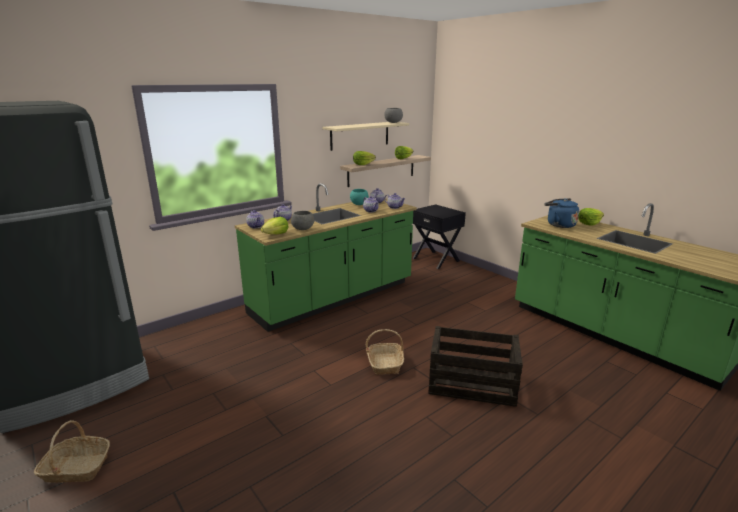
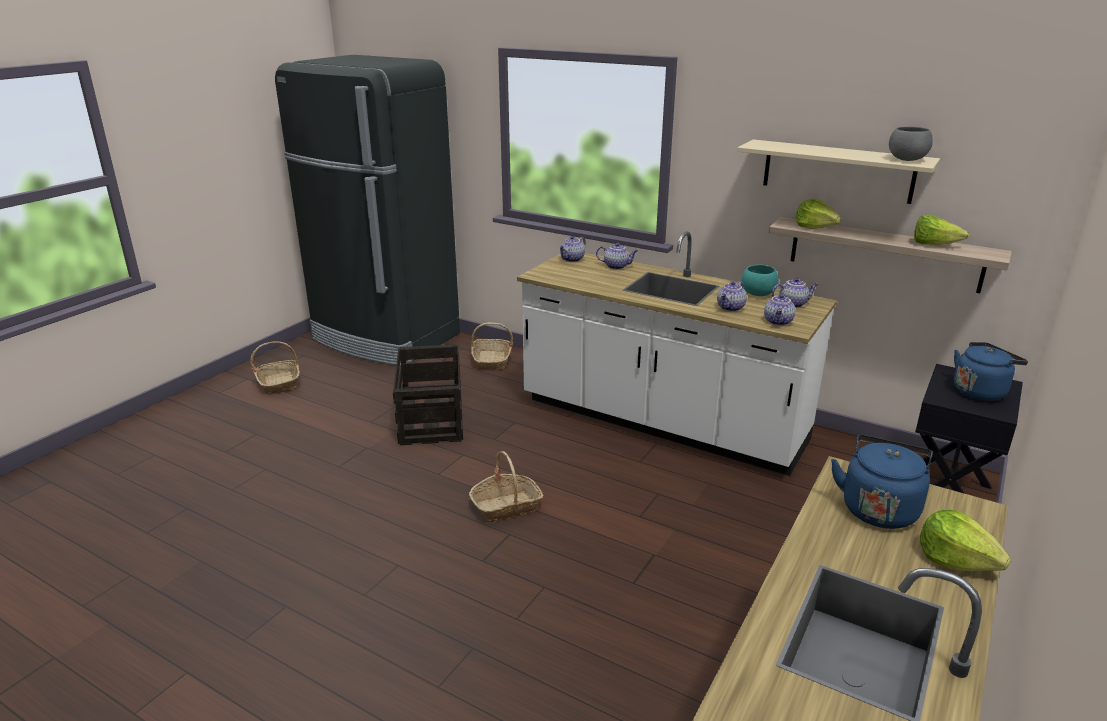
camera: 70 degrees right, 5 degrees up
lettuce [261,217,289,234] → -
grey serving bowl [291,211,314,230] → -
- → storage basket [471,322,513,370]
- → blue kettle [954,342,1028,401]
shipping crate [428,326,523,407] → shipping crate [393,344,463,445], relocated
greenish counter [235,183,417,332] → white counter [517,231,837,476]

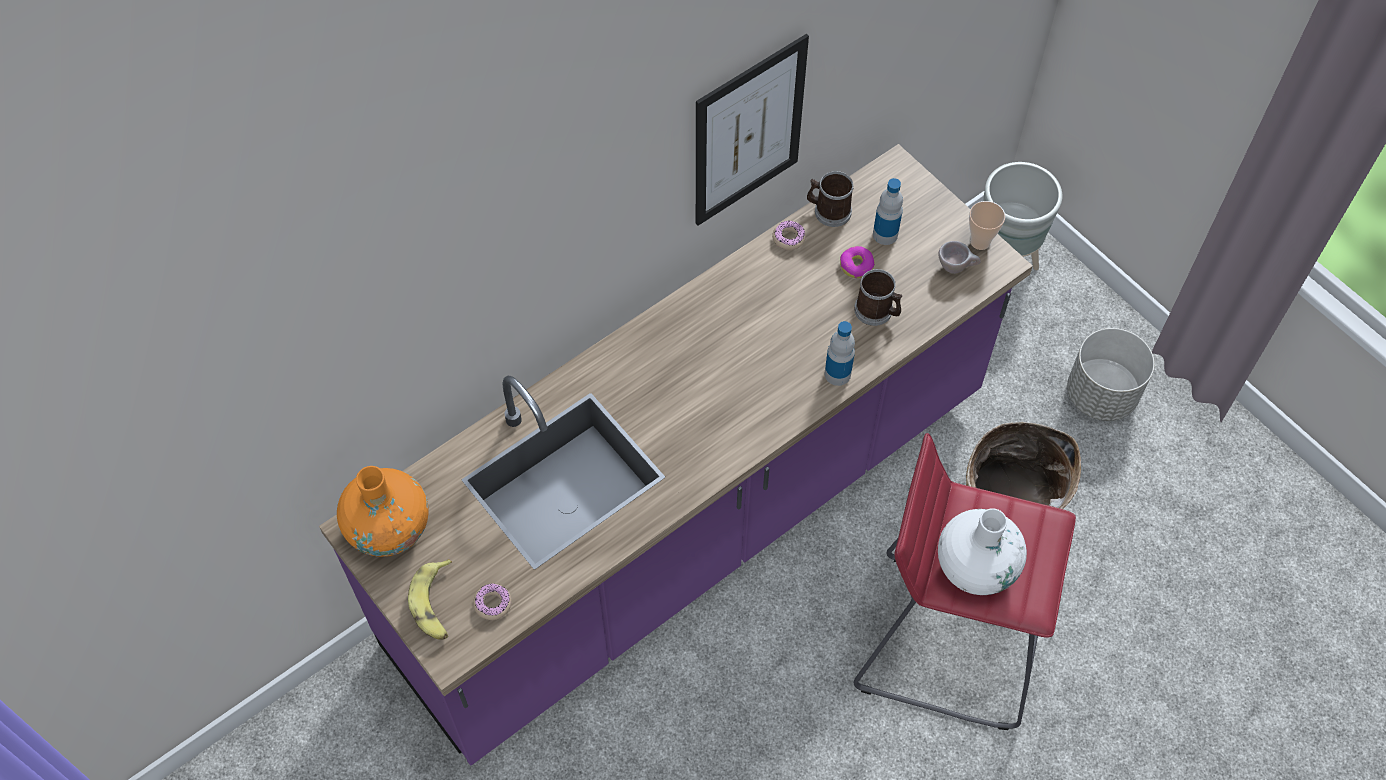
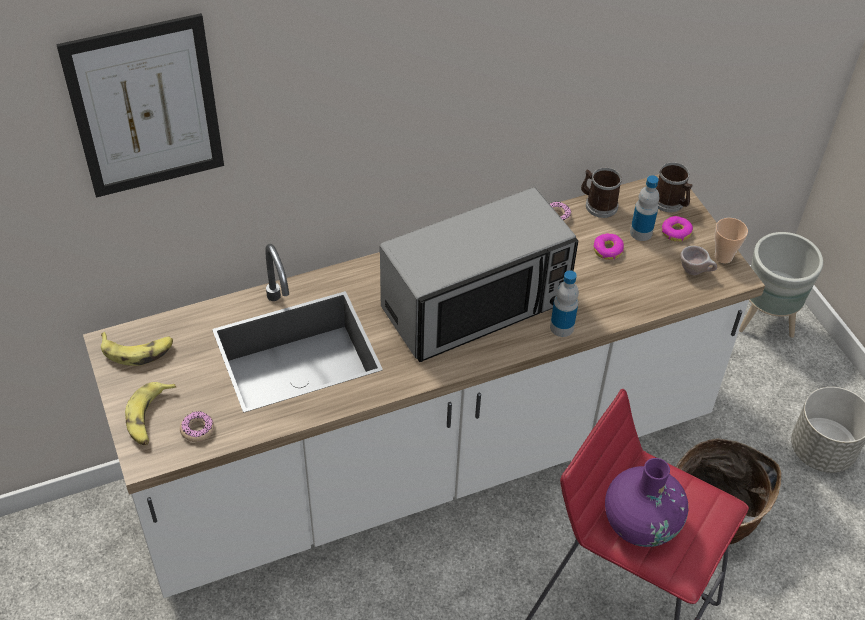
camera: 15 degrees right, 10 degrees down
- → microwave [380,187,578,362]
- → donut [662,216,693,242]
wall picture [696,34,809,226] → wall picture [57,13,224,197], relocated
tea mug [854,269,902,326] → tea mug [656,162,692,212], relocated
orange flower vase [337,466,429,557] → banana fruit [101,332,173,366]
purplish counter [319,144,1033,765] → white counter [83,174,765,598]
white flower vase [938,508,1027,595] → purplish flower vase [605,458,688,547]

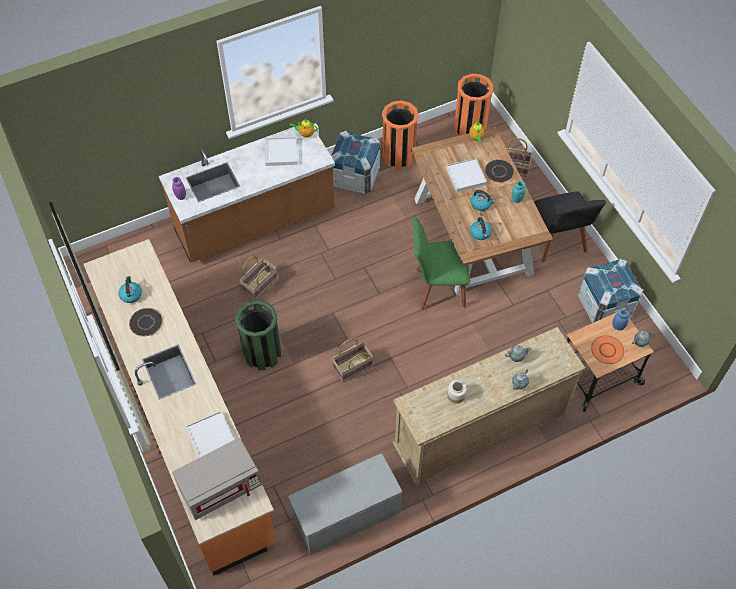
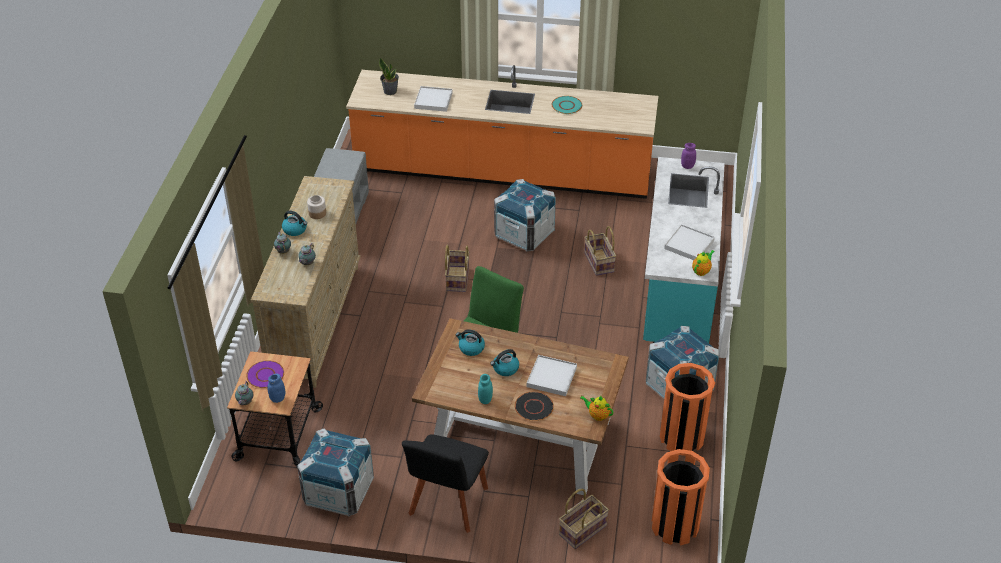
camera: 125 degrees right, 15 degrees down
kettle [119,276,142,303] → kettle [282,211,307,236], relocated
grey microwave [172,438,262,520] → houseplant [379,58,399,95]
greenish rubbish bin [235,300,281,370] → shipping crate [494,179,556,251]
black-coloured plate [129,308,163,337] → turquoise plate [552,96,582,114]
brownish counter [159,125,335,263] → turquoise counter [643,157,725,343]
orange plate [591,335,624,364] → purplish plate [246,360,284,388]
black-coloured upright chair [534,191,606,262] → black-coloured upright chair [402,434,489,533], 90 degrees counterclockwise

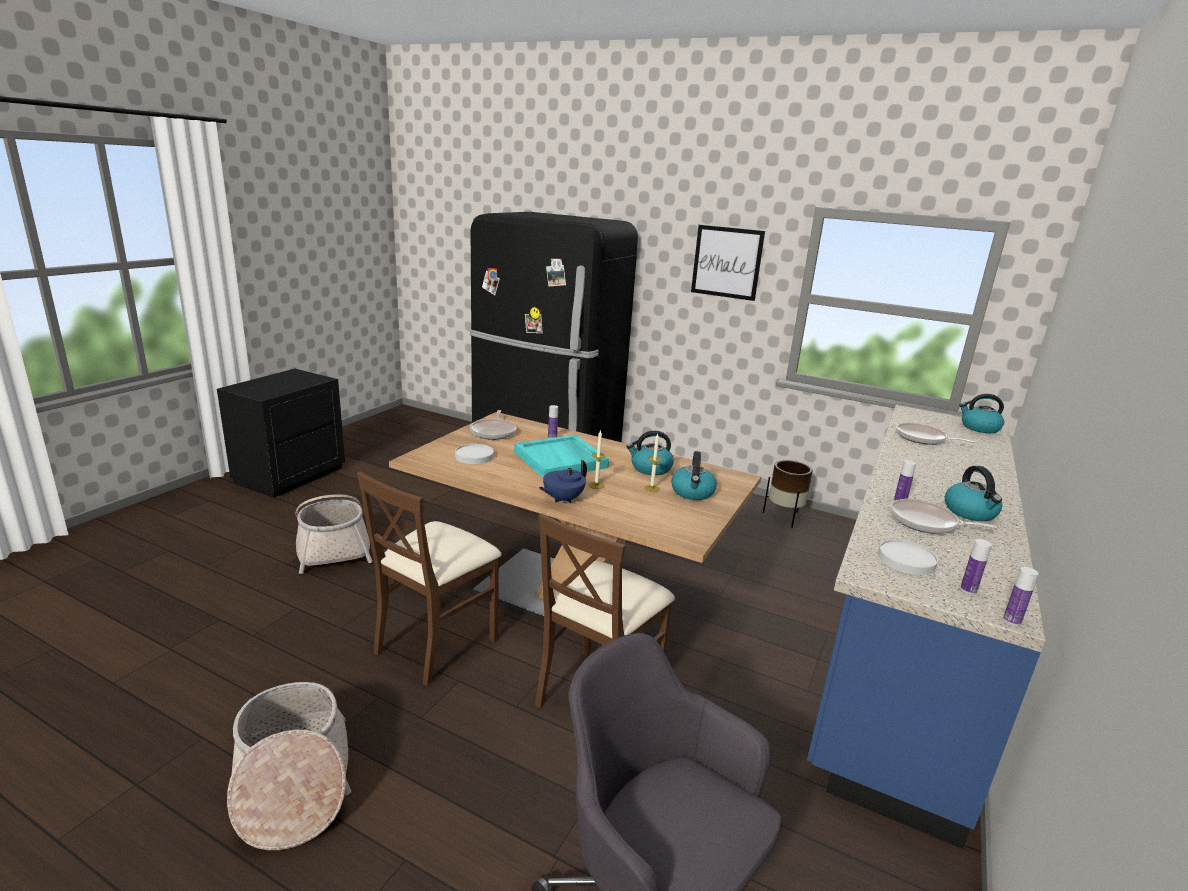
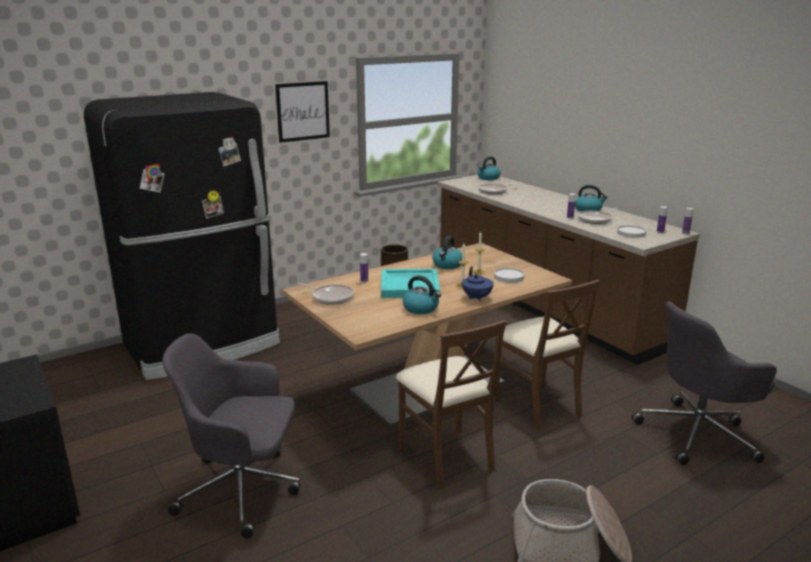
camera: 60 degrees left, 0 degrees up
white plate [455,444,494,464] → white plate [494,268,524,283], relocated
kettle [671,451,717,500] → kettle [403,275,441,314], relocated
storage basket [296,494,373,574] → grey office chair [162,333,300,538]
blue counter [807,405,1046,849] → brownish counter [438,175,700,365]

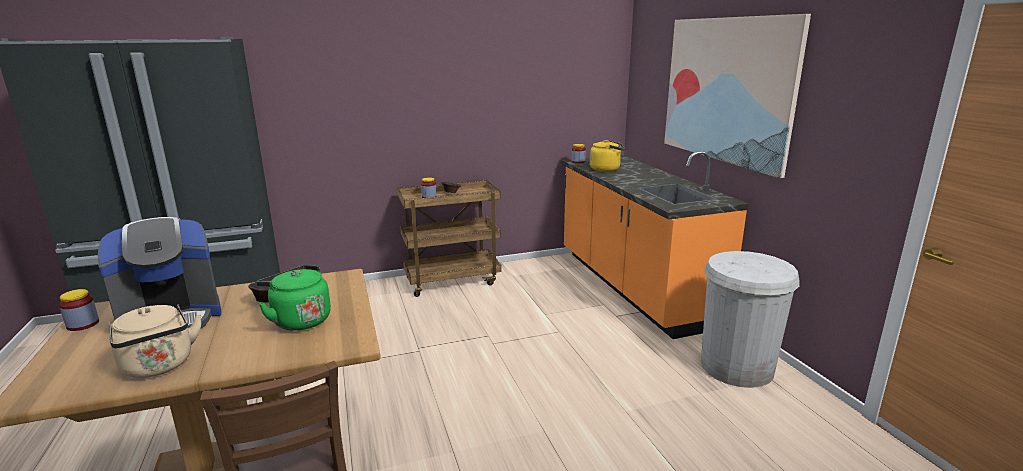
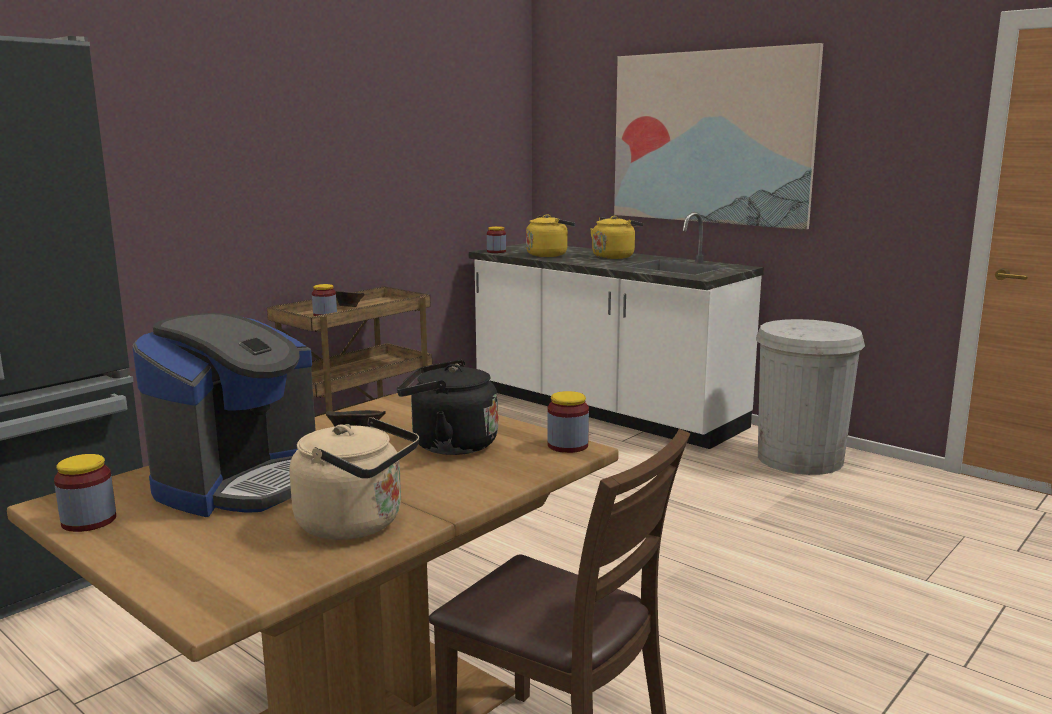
camera: 30 degrees left, 5 degrees down
- → storage jar [547,391,589,453]
- → yellow-coloured kettle [590,216,643,259]
greenish kettle [256,265,331,331] → black-coloured kettle [397,360,498,455]
orange counter [561,151,749,339] → white counter [469,212,764,449]

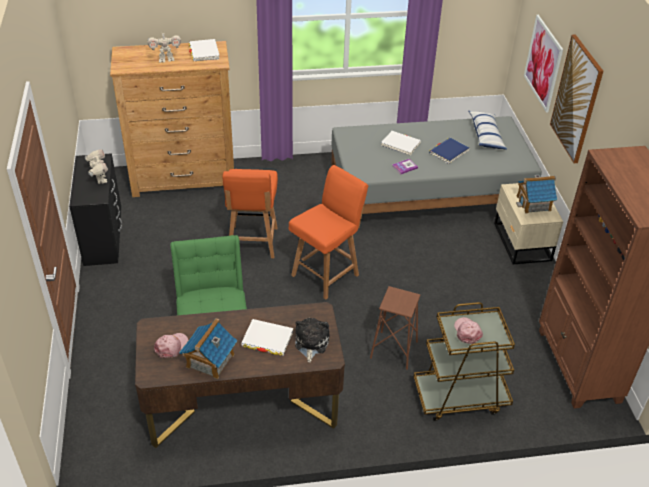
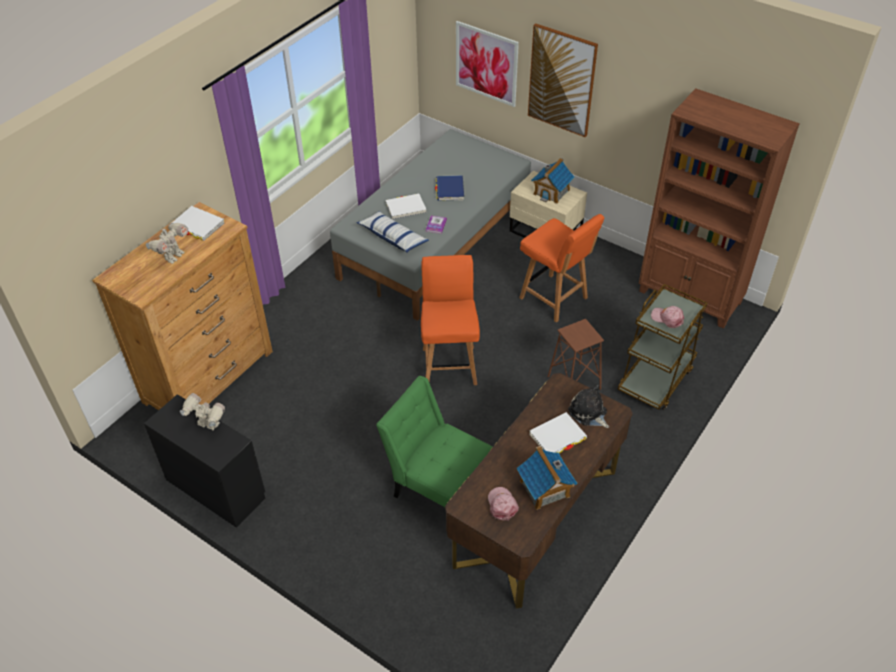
camera: 45 degrees left, 5 degrees up
orange upright chair [222,169,278,258] → orange upright chair [519,214,604,323], relocated
throw pillow [468,111,507,150] → throw pillow [357,211,429,252], relocated

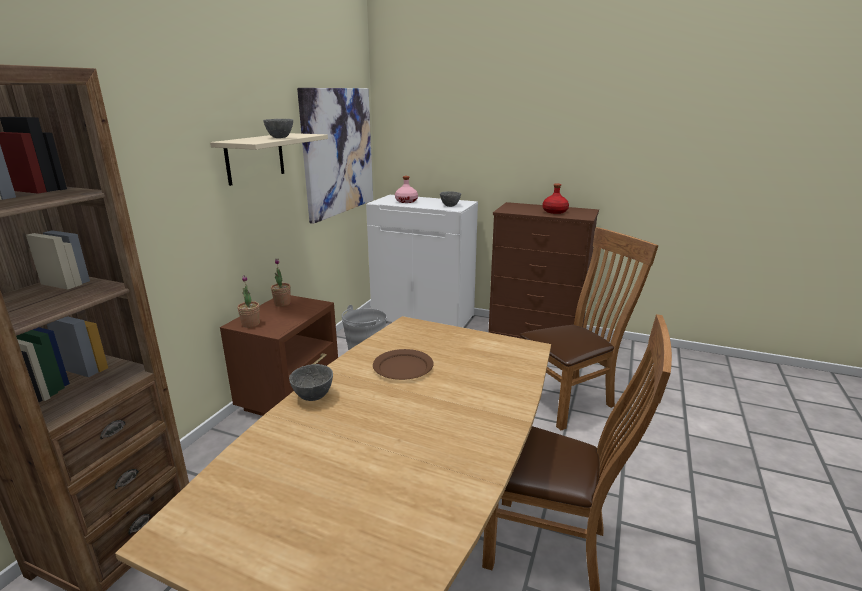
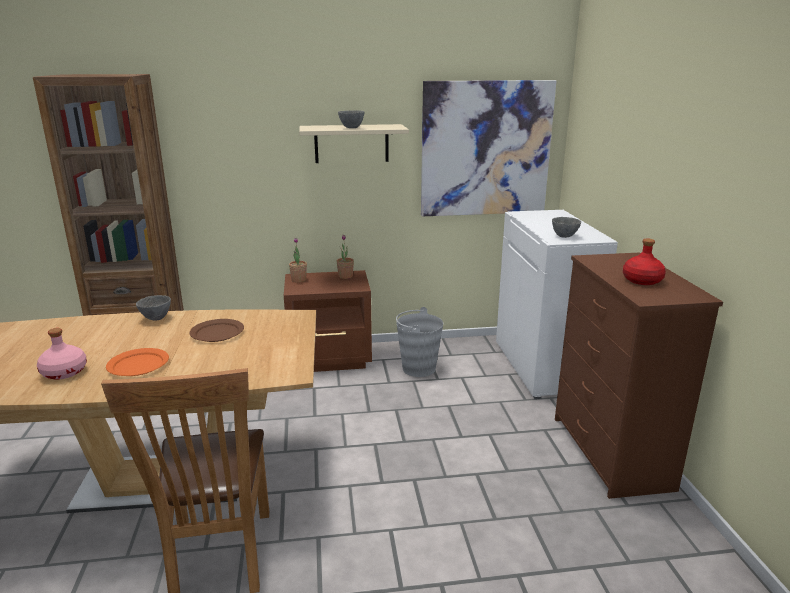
camera: 60 degrees right, 0 degrees up
brownish upright chair [520,227,659,430] → -
- → orange plate [106,348,169,376]
pinkish drink bottle [395,176,418,203] → pinkish drink bottle [37,328,87,380], relocated

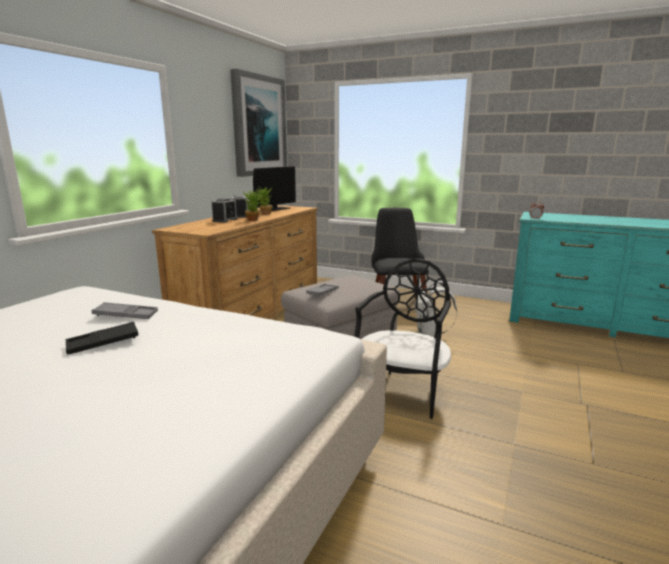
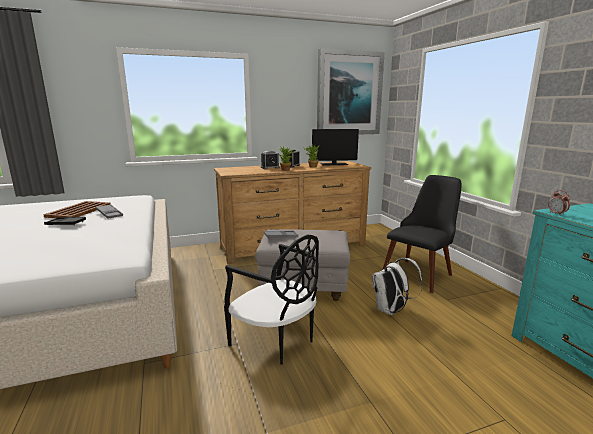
camera: 45 degrees right, 0 degrees up
- → brownish tray [43,201,111,218]
black-coloured upright chair [354,258,451,419] → black-coloured upright chair [224,235,319,365], 60 degrees clockwise

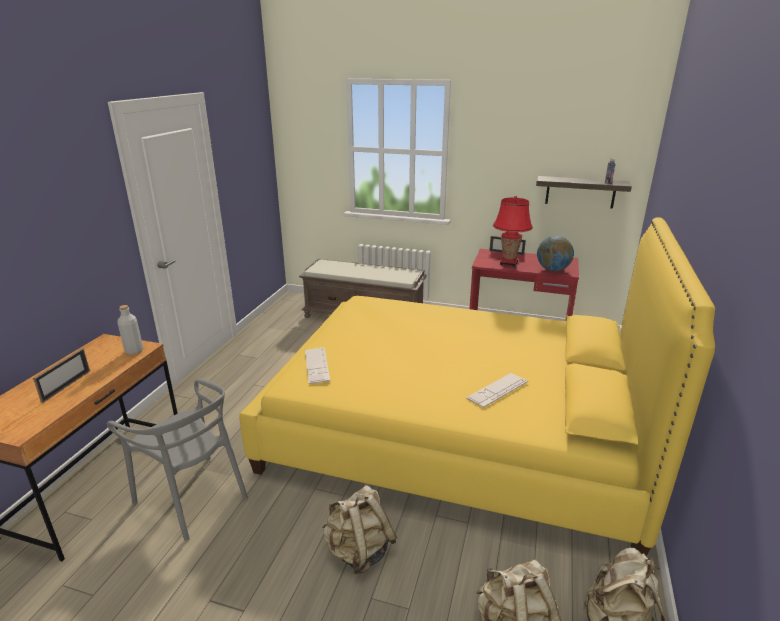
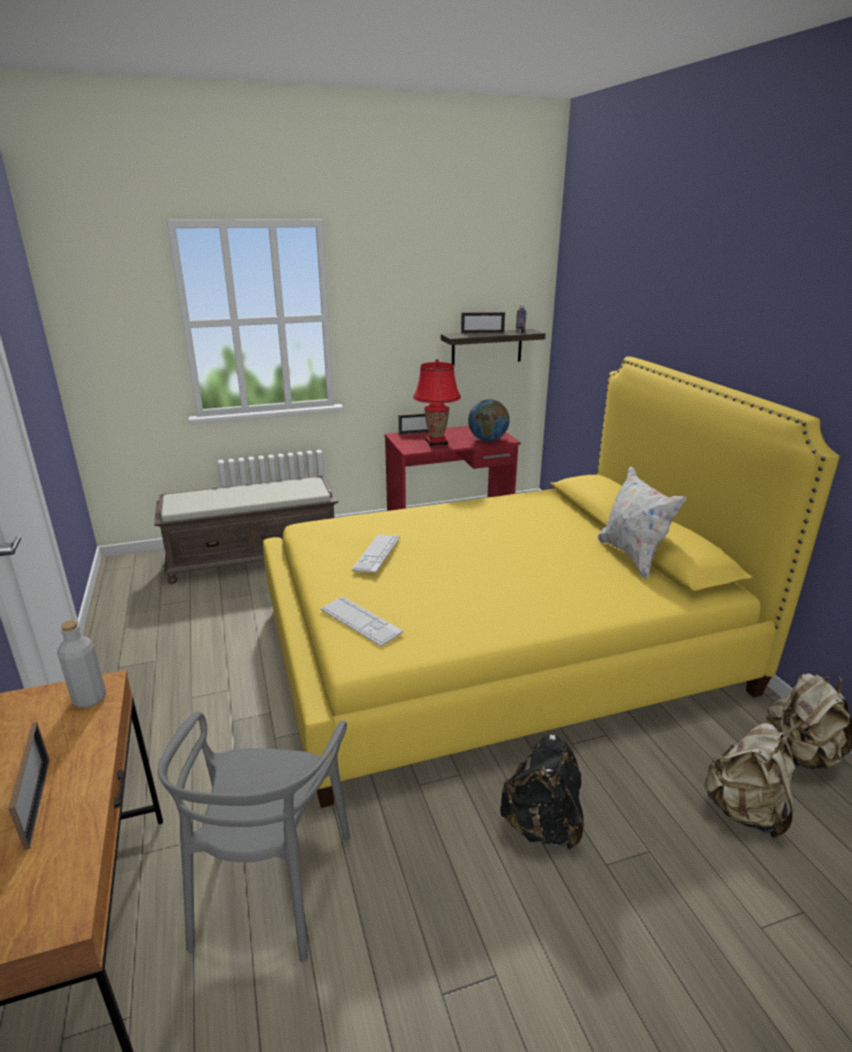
camera: 35 degrees left, 0 degrees up
- → photo frame [461,312,505,334]
- → white throw pillow [598,466,686,580]
PC keyboard [466,373,528,408] → PC keyboard [352,535,400,573], relocated
beige knapsack [322,485,397,574] → black-coloured knapsack [500,735,584,850]
grey upright chair [107,379,248,541] → grey upright chair [158,712,350,962], 90 degrees clockwise

